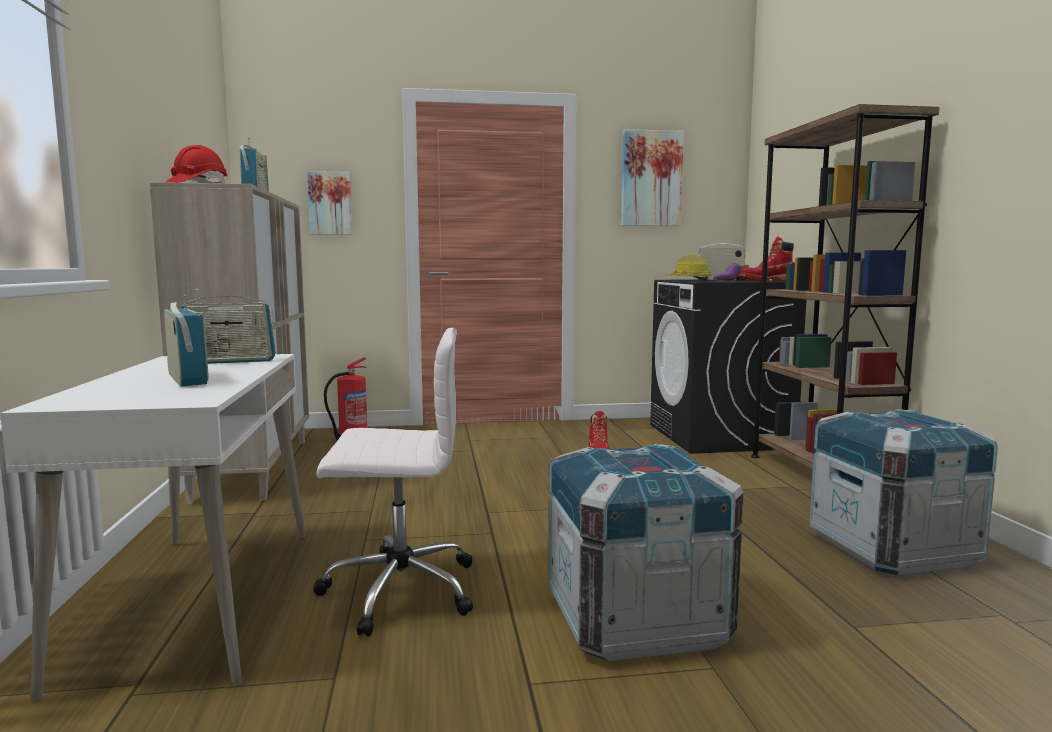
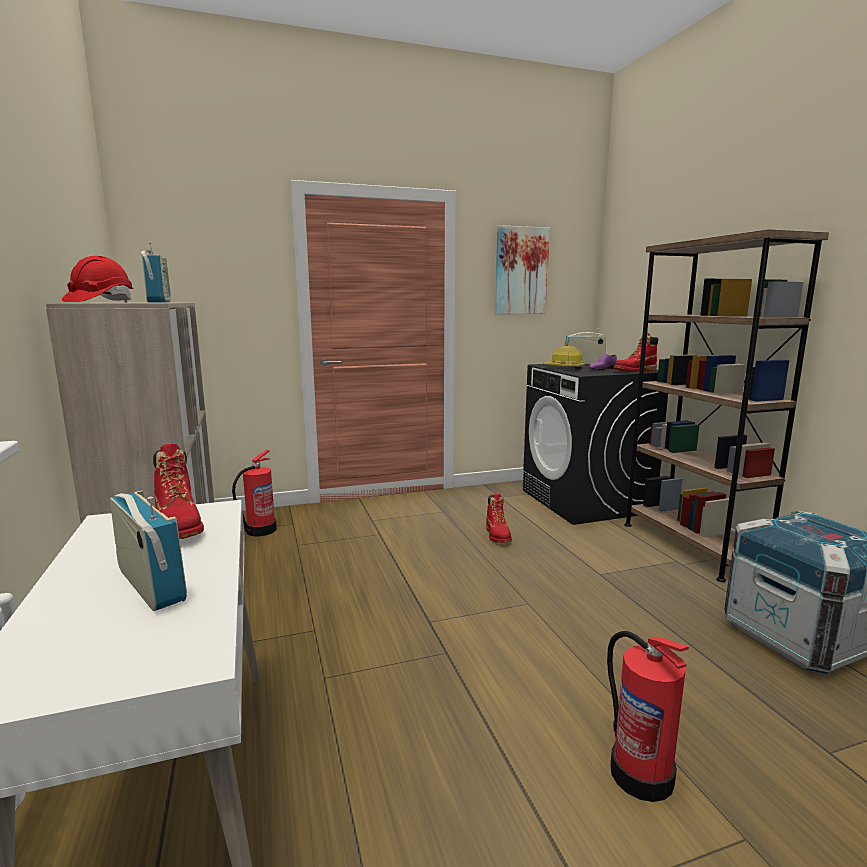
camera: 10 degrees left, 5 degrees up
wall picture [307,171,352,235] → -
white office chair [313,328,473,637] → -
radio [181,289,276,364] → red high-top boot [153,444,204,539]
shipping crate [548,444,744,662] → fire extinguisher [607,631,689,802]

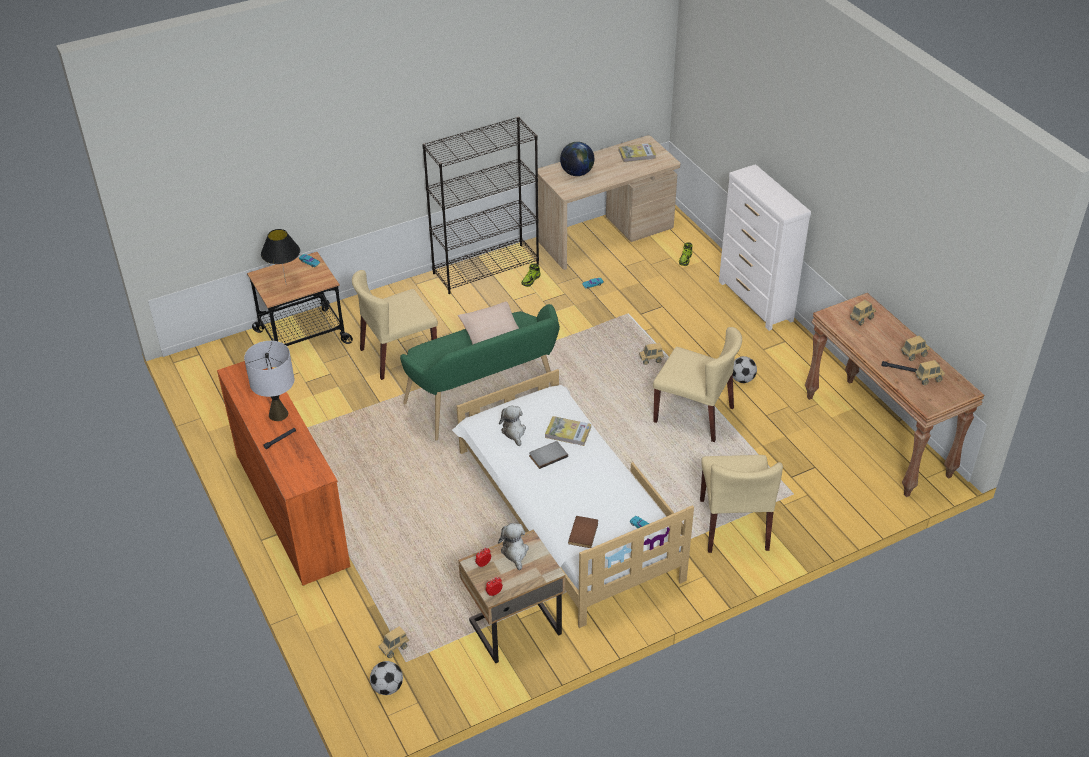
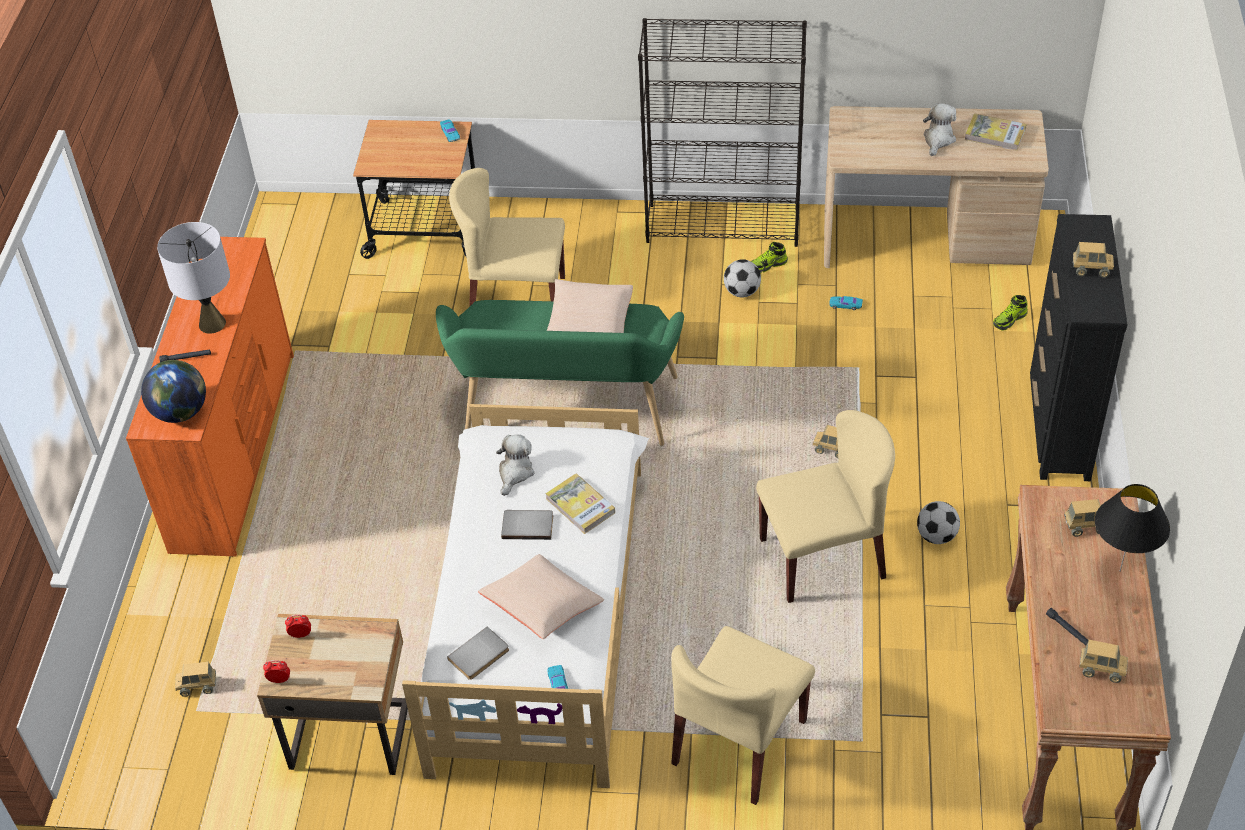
camera: 35 degrees right, 5 degrees up
- → beige throw pillow [478,554,604,639]
black-coloured tabletop lamp [261,229,300,282] → black-coloured tabletop lamp [1095,484,1170,572], relocated
football [370,661,403,695] → football [724,259,761,297], relocated
soft toy [498,523,529,570] → soft toy [923,103,956,156], relocated
globe [560,142,594,176] → globe [141,360,206,423], relocated
toy lorry [901,335,930,361] → toy lorry [1073,242,1114,278], relocated
brownish book [568,516,598,548] → grey book [447,627,509,680]
white dresser [719,164,811,331] → black-coloured dresser [1030,214,1127,481]
beige upright chair [653,327,742,442] → beige upright chair [756,410,895,603], 75 degrees counterclockwise

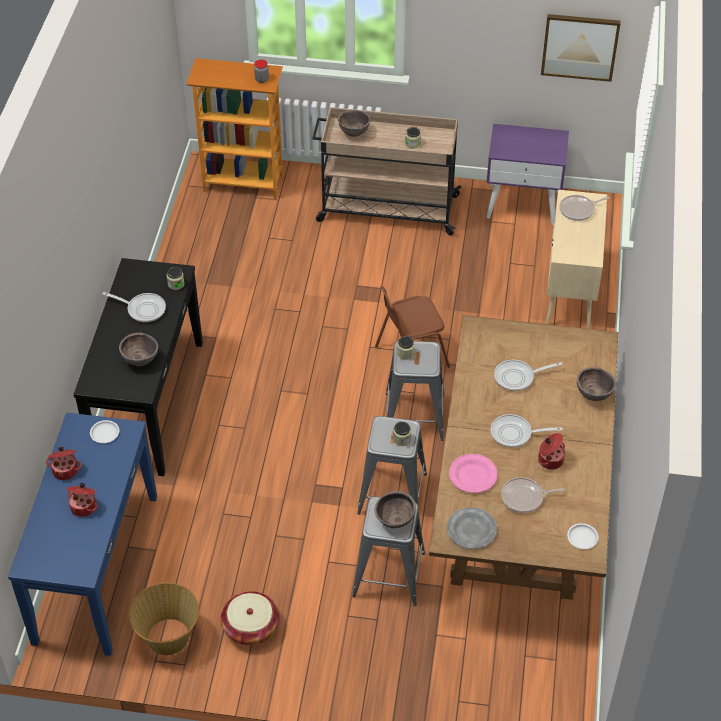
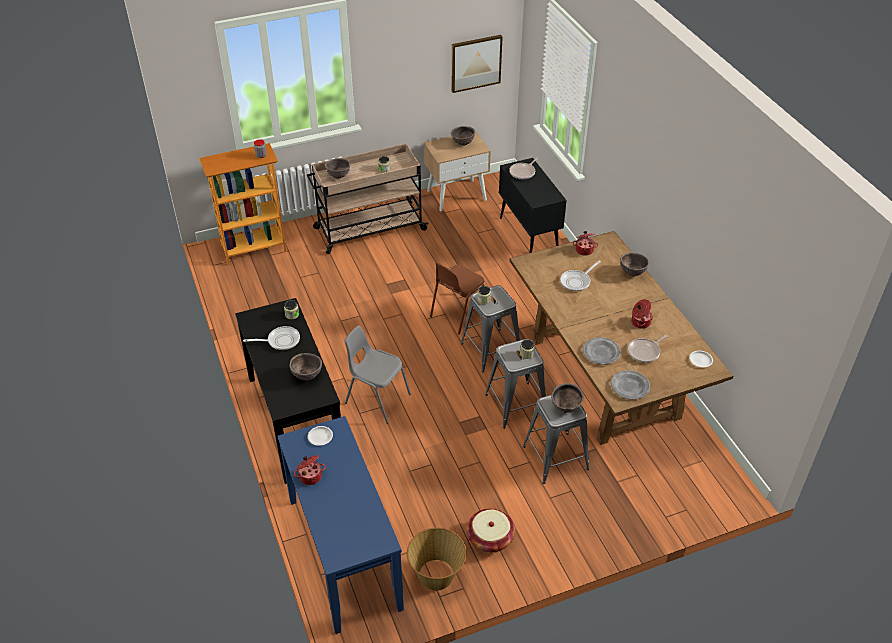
camera: 30 degrees left, 5 degrees down
skillet [491,414,563,448] → -
- → grey upright chair [344,326,411,424]
- → brownish serving bowl [451,126,475,146]
stockpot [67,483,97,517] → stockpot [573,231,598,256], relocated
pinkish plate [449,454,498,493] → grey plate [583,337,621,365]
purplish nightstand [486,124,569,225] → beige nightstand [424,131,491,212]
beige cabinet [545,190,607,329] → black-coloured cabinet [499,158,567,253]

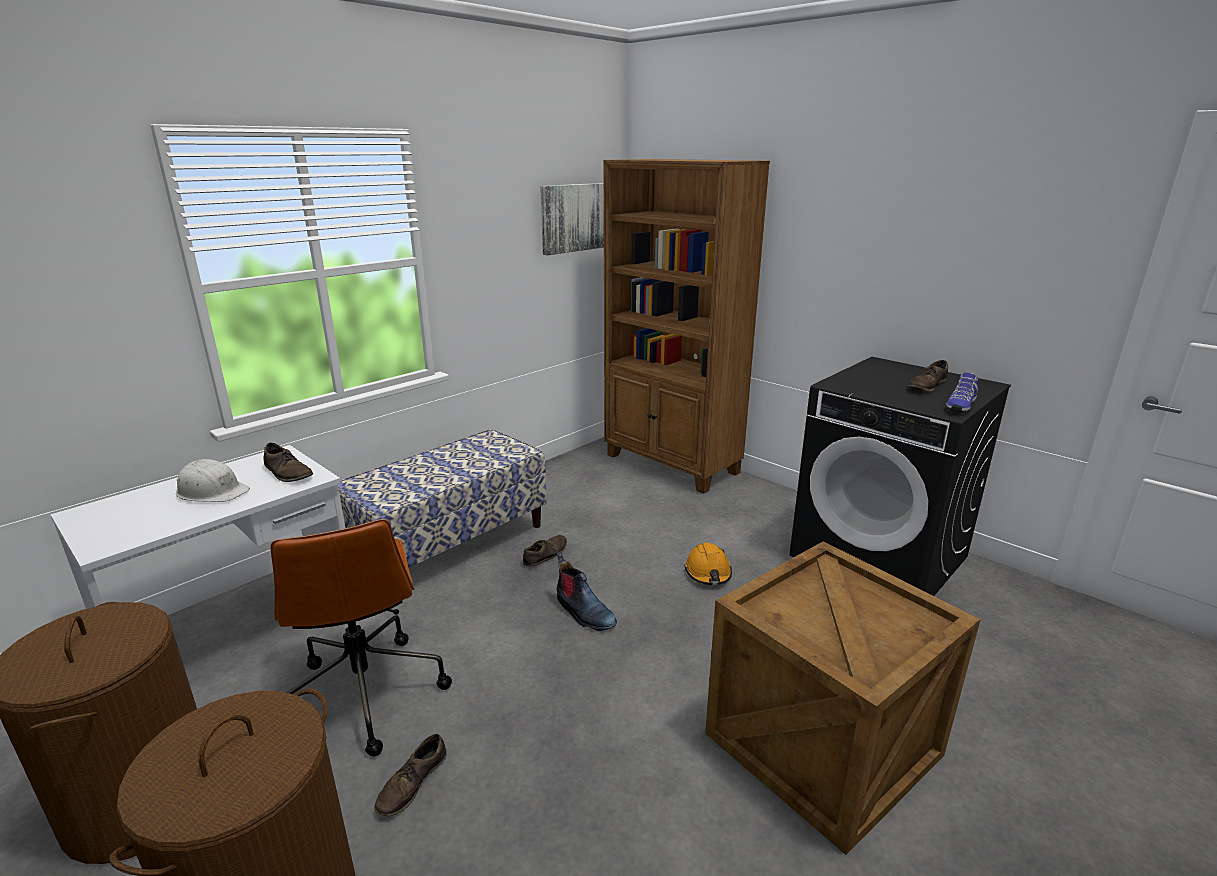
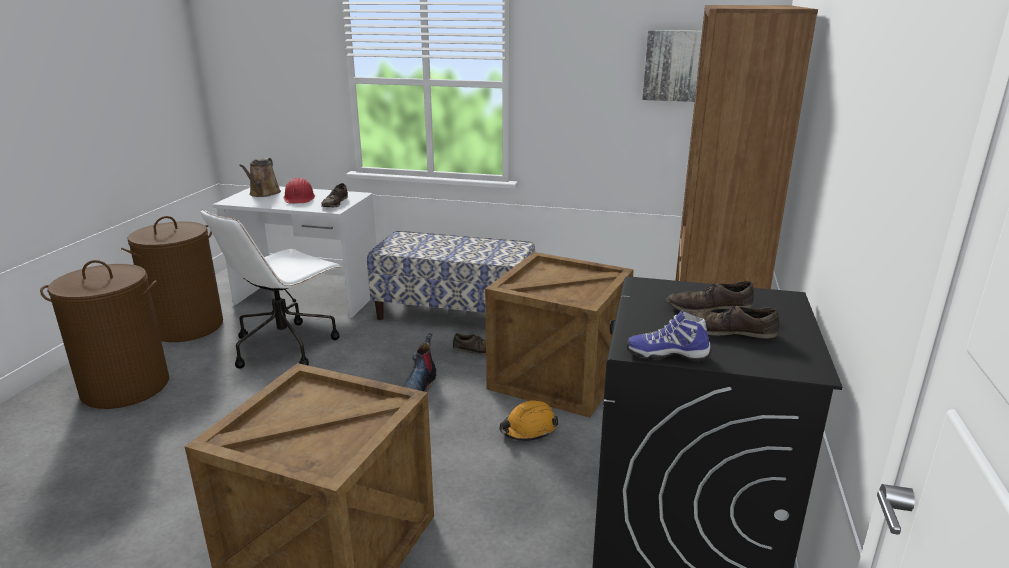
camera: 60 degrees right, 0 degrees up
- → brownish watering can [239,158,281,197]
- → shipping crate [485,252,634,418]
brownish low shoe [374,734,447,816] → brownish low shoe [666,281,754,312], relocated
white work helmet [176,459,250,502] → red work helmet [284,178,315,204]
brownish office chair [270,519,452,757] → white office chair [200,209,342,369]

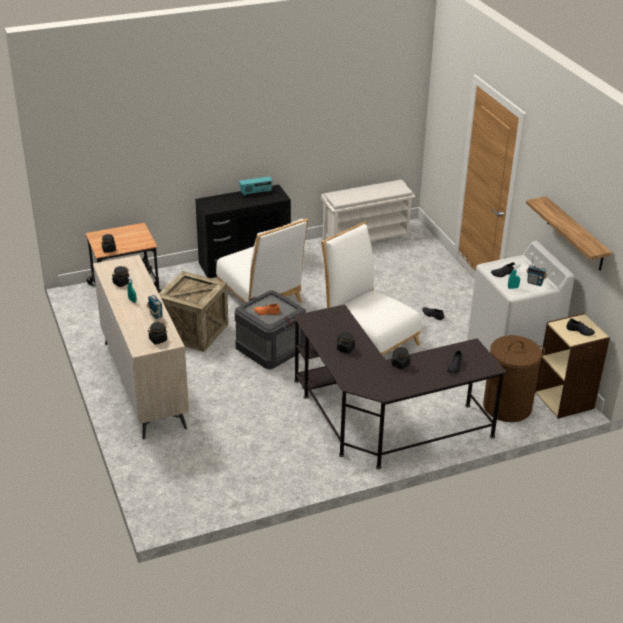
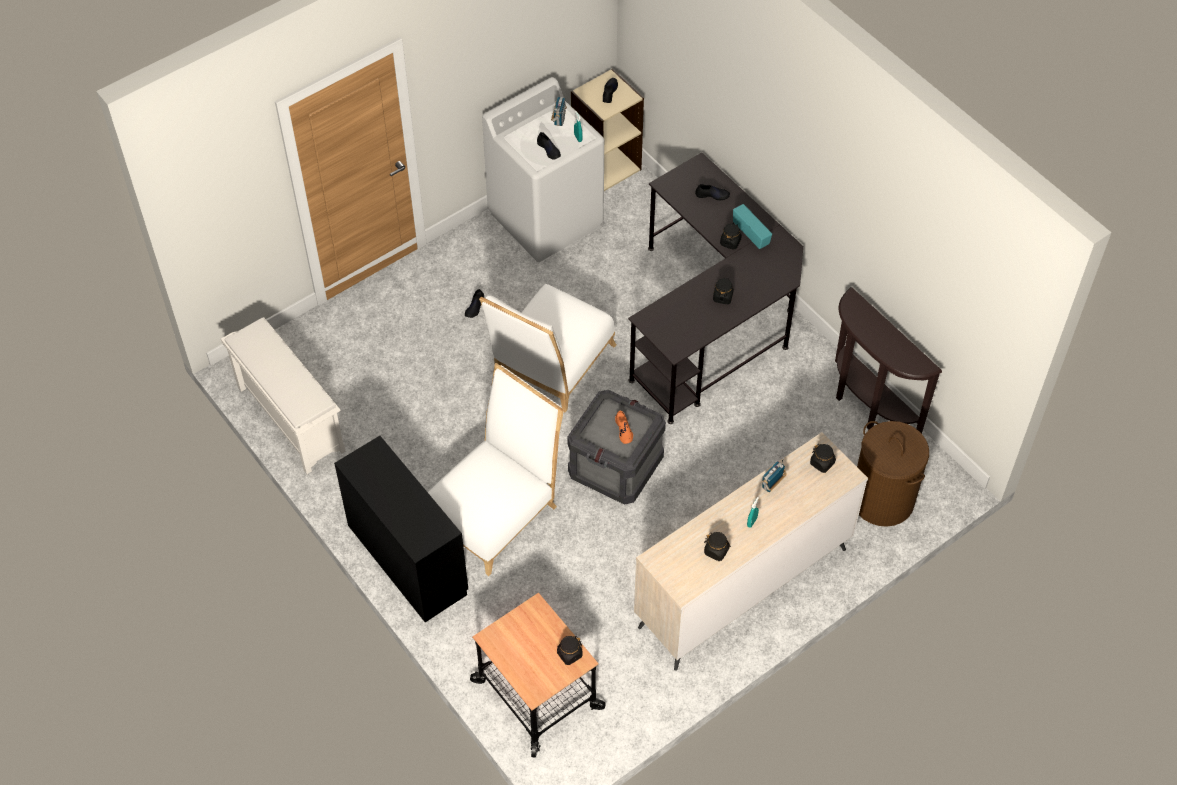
camera: 105 degrees left, 20 degrees up
shipping crate [159,271,229,352] → -
wall shelf [526,196,612,271] → -
- → brownish narrow table [835,287,942,433]
radio [239,176,273,196] → radio [733,204,772,249], relocated
brownish laundry basket [483,335,545,422] → brownish laundry basket [857,421,929,527], relocated

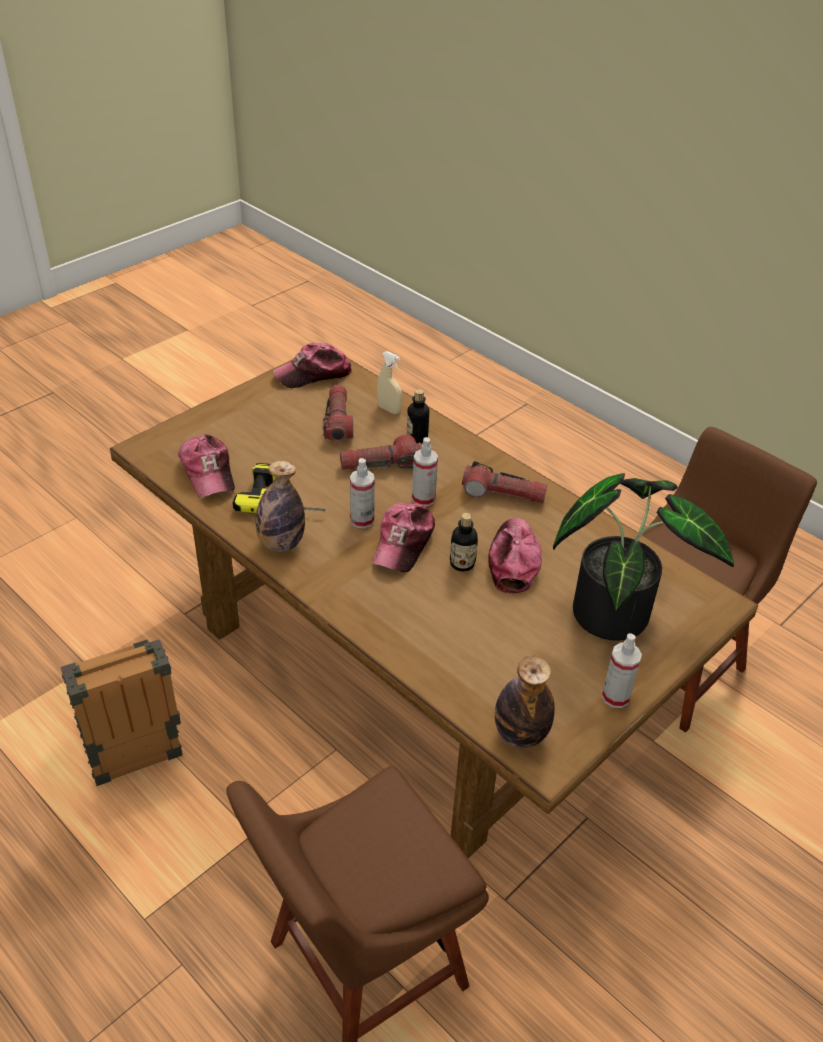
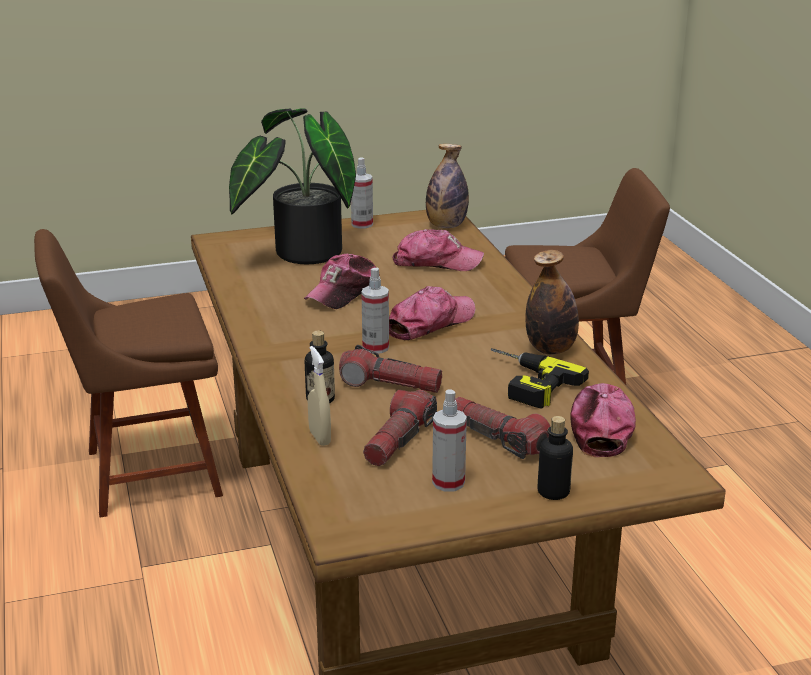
camera: 150 degrees left, 15 degrees down
shipping crate [61,639,182,786] → -
peaked cap [273,343,352,388] → peaked cap [392,229,484,271], relocated
spray bottle [350,458,375,529] → spray bottle [432,389,467,492], relocated
drink bottle [450,513,478,572] → drink bottle [537,416,573,500], relocated
hand torch [462,461,547,503] → hand torch [455,397,551,459], relocated

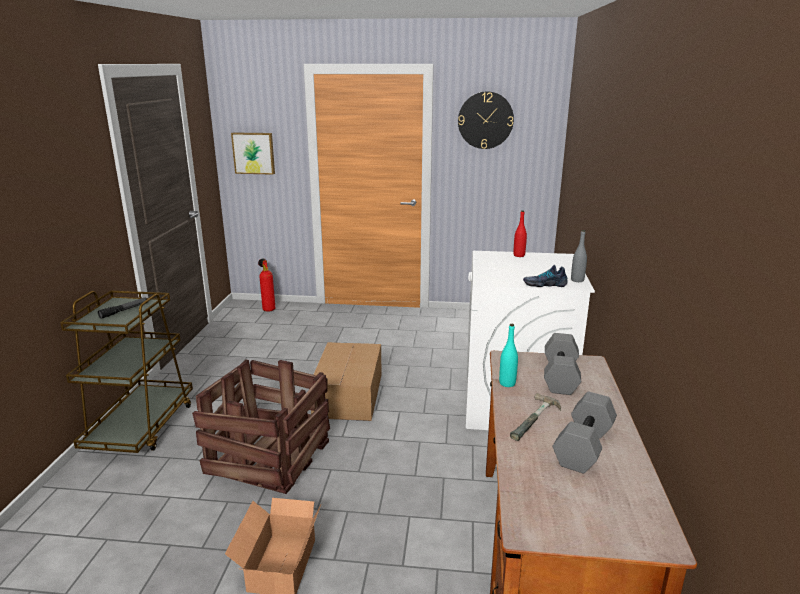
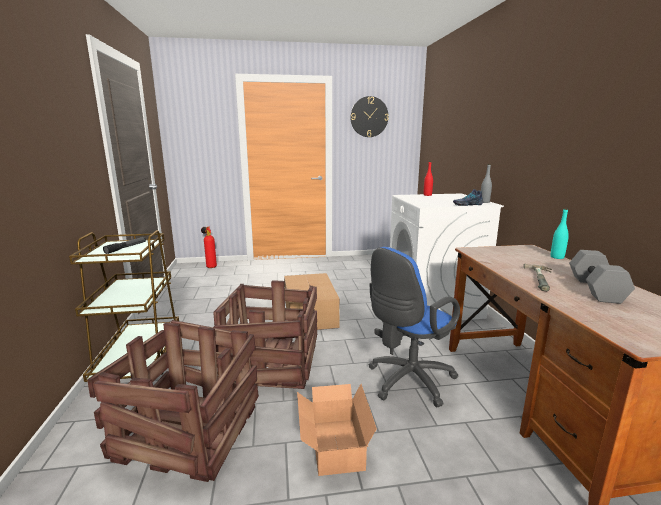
camera: 15 degrees left, 5 degrees down
wall picture [231,132,275,175] → -
grey hand weight [544,333,581,395] → -
- → shipping crate [87,320,259,482]
- → blue office chair [368,247,460,407]
turquoise drink bottle [499,324,518,387] → turquoise drink bottle [551,208,569,259], relocated

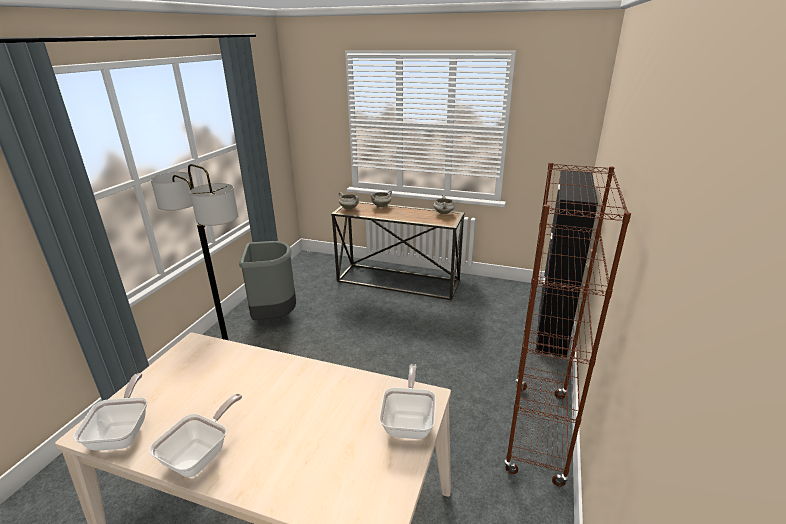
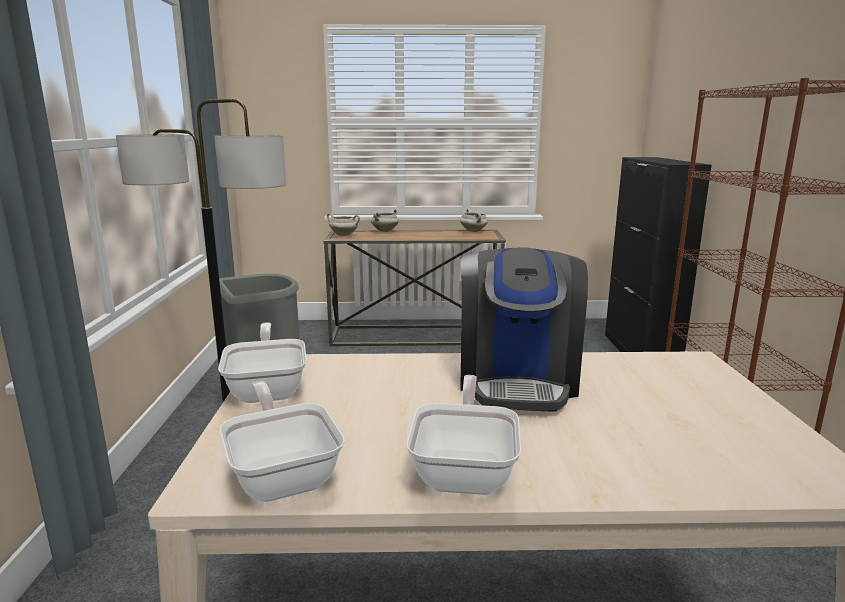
camera: 20 degrees left, 10 degrees down
- → coffee brewer [460,247,588,412]
skillet [379,364,436,439] → skillet [218,322,307,403], relocated

